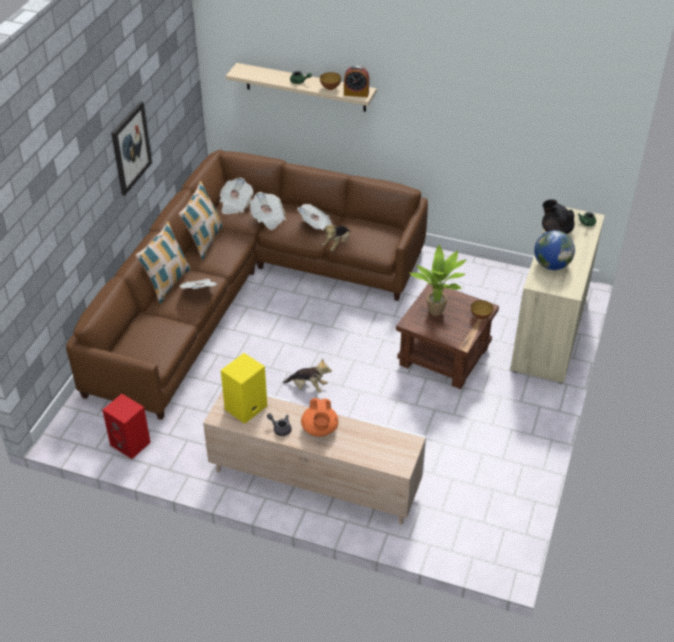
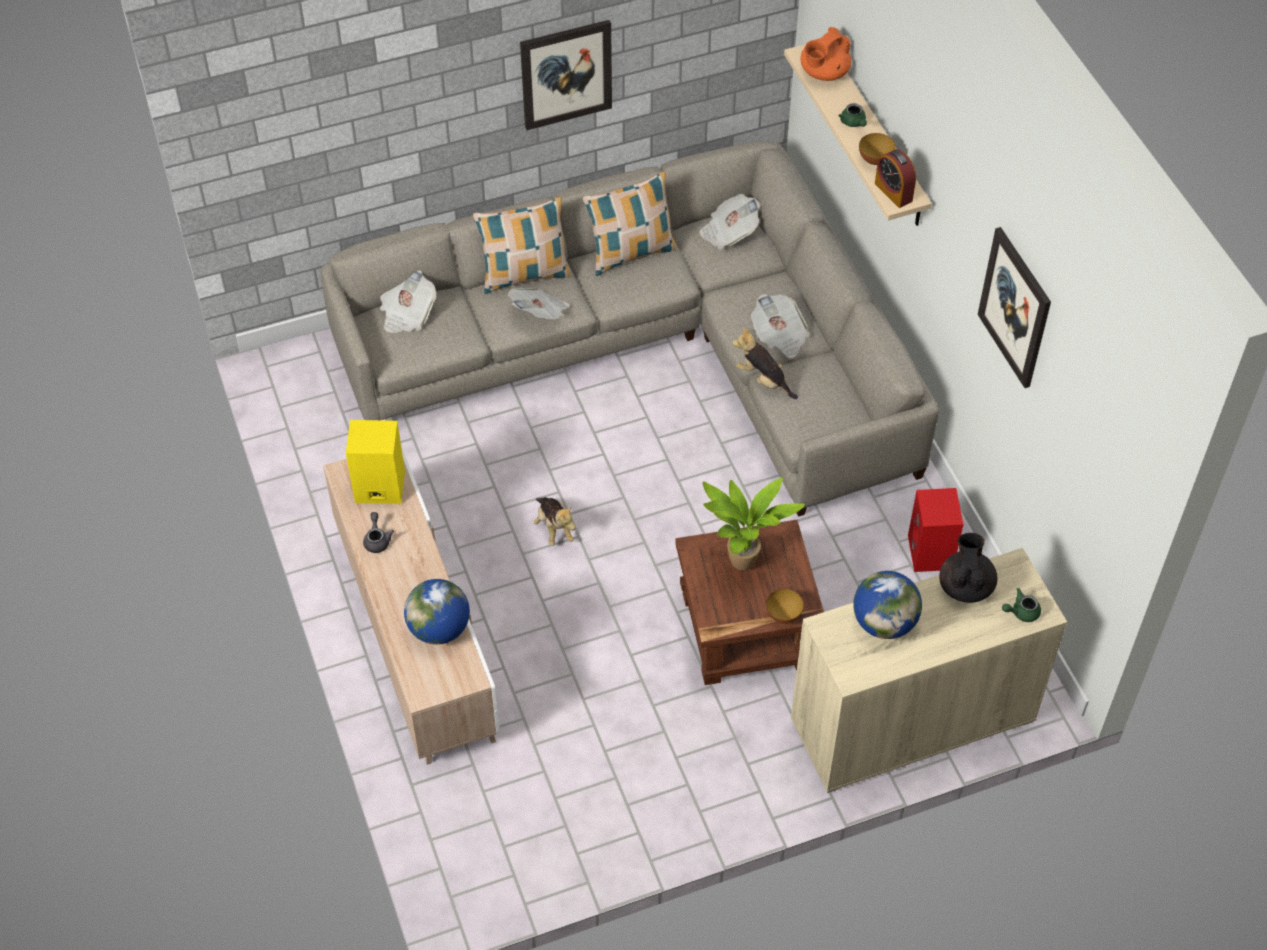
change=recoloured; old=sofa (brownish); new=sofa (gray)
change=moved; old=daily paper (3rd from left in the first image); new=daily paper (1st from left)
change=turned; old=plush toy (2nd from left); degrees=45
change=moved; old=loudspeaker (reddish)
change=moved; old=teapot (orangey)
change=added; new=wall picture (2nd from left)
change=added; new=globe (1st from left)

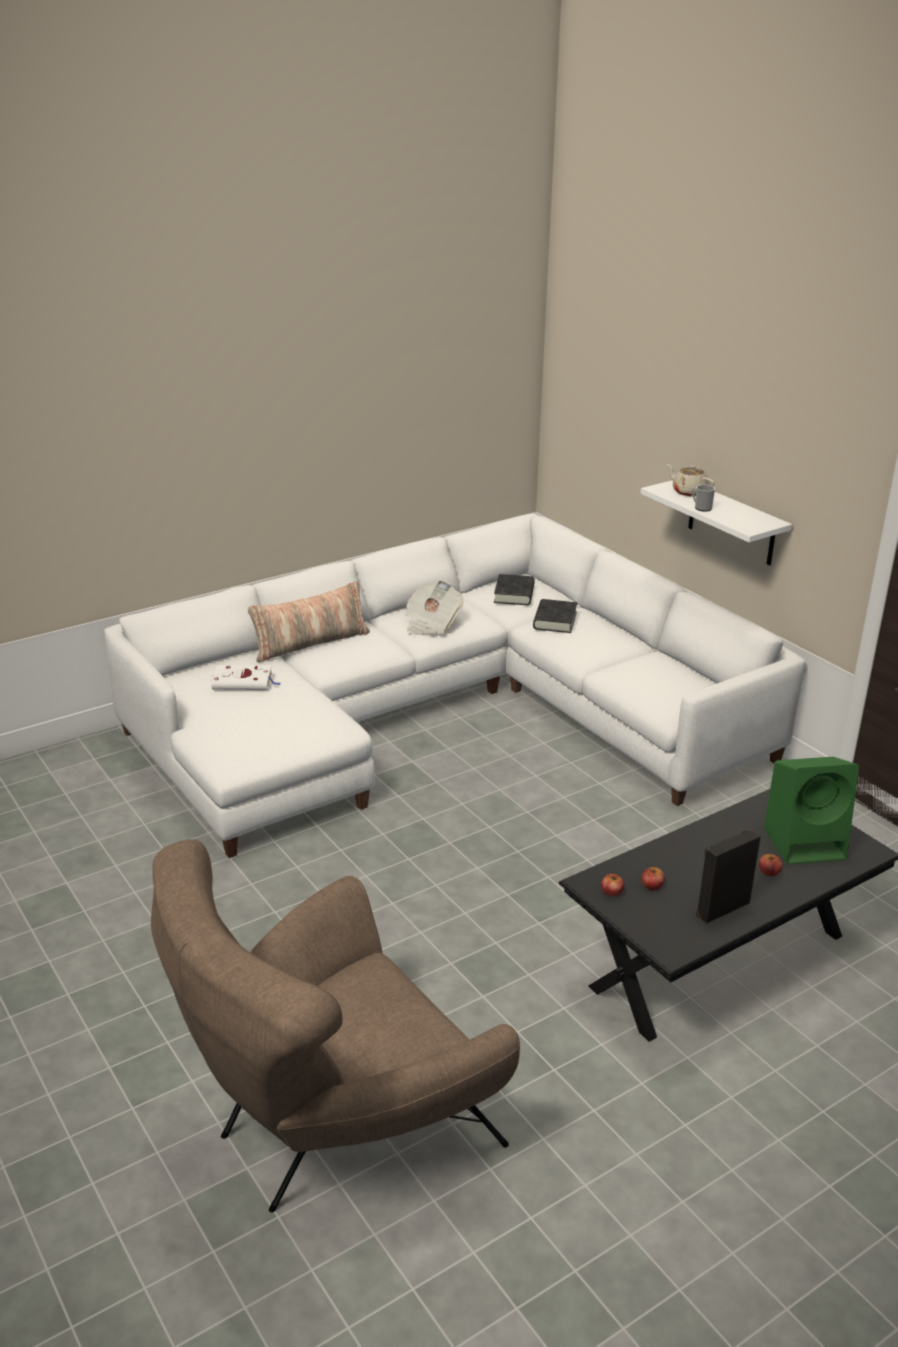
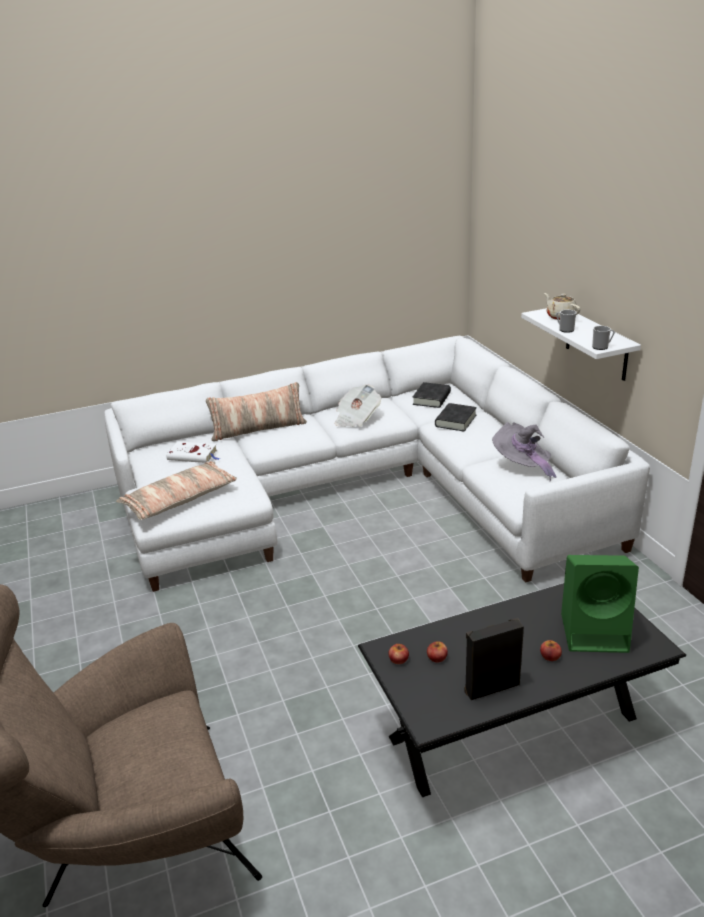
change=added; new=mug (2nd from left)
change=added; new=hat (gray)
change=added; new=pillow (1st from left)

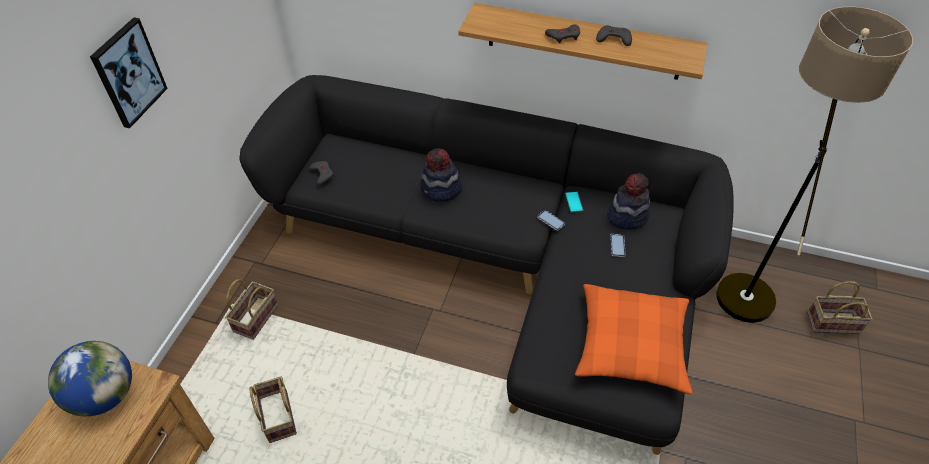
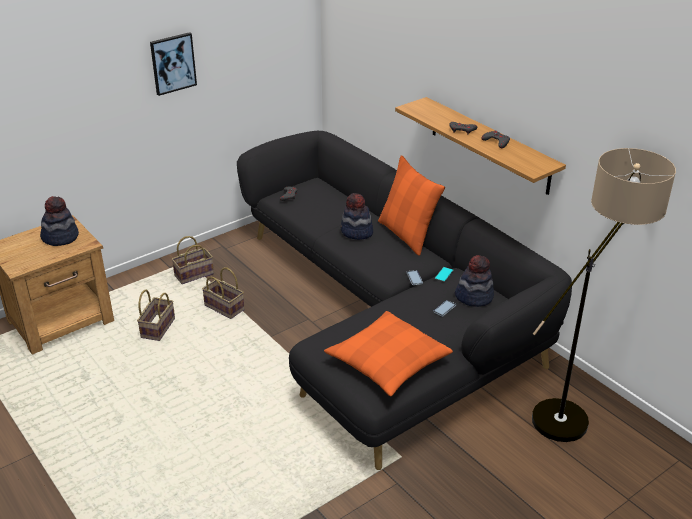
change=moved; old=basket (3rd from left)
change=replaced; old=globe; new=hat (1st from left)
change=added; new=pillow (orangey) (2nd from left)

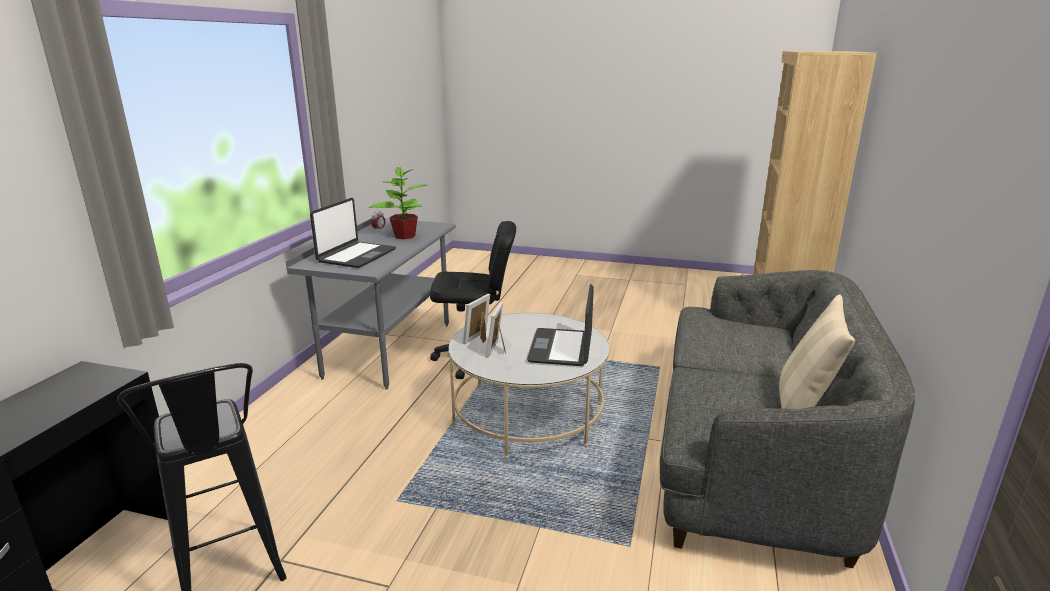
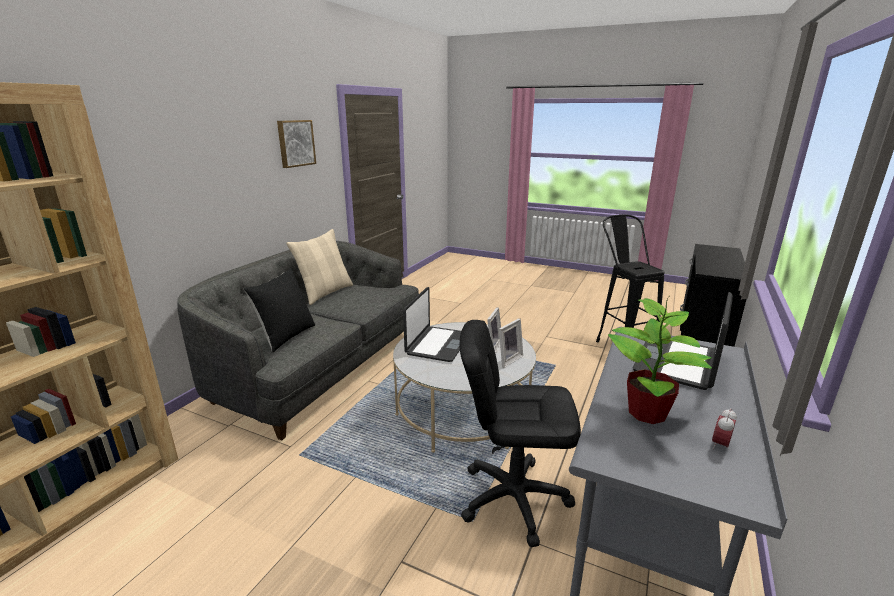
change=added; new=wall picture
change=added; new=pillow (black)

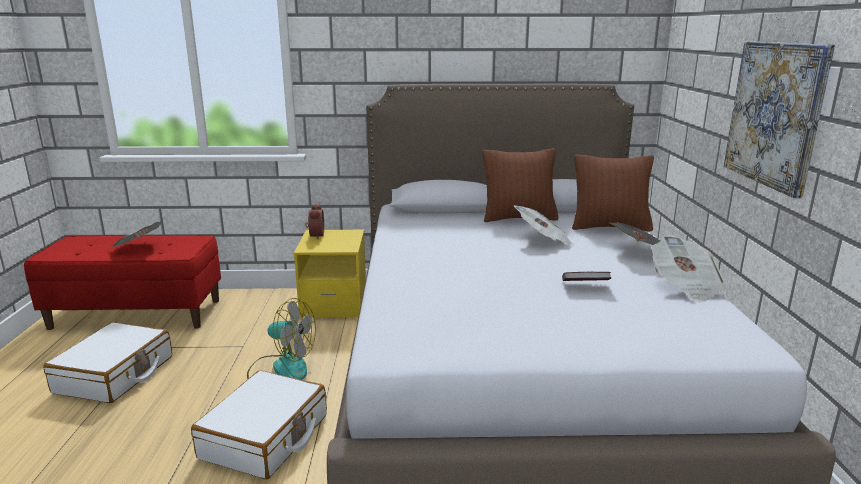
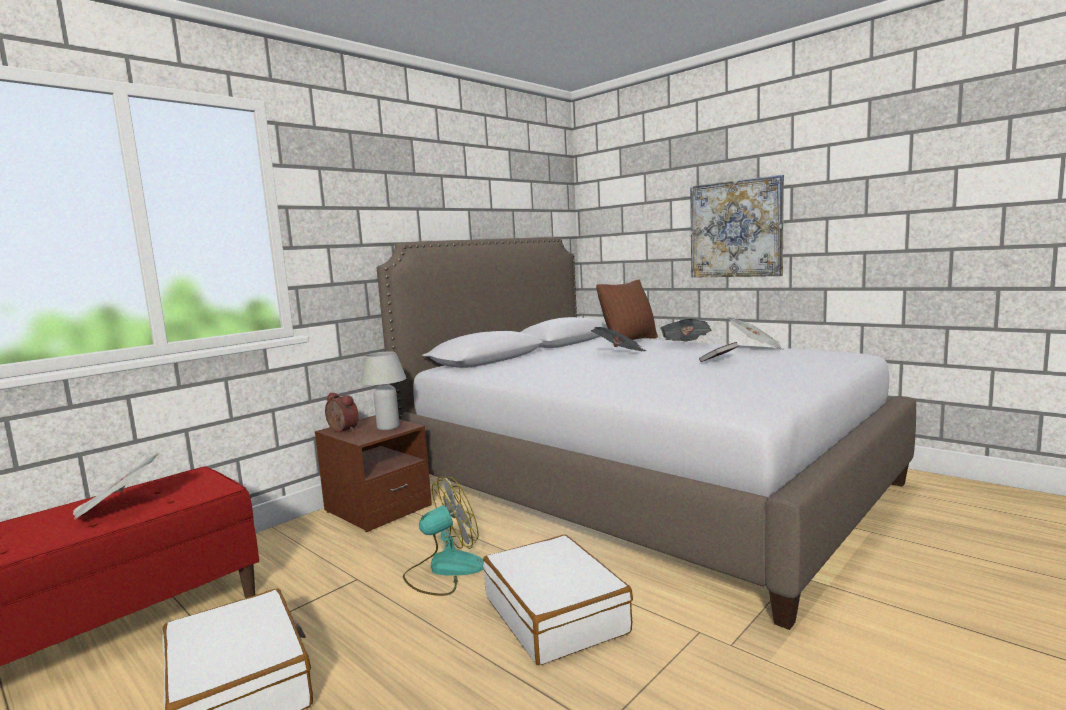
change=removed; old=pillow (brownish) (1st from left)
change=recoloured; old=nightstand (yellow); new=nightstand (brownish)
change=added; new=tabletop lamp (whitish)

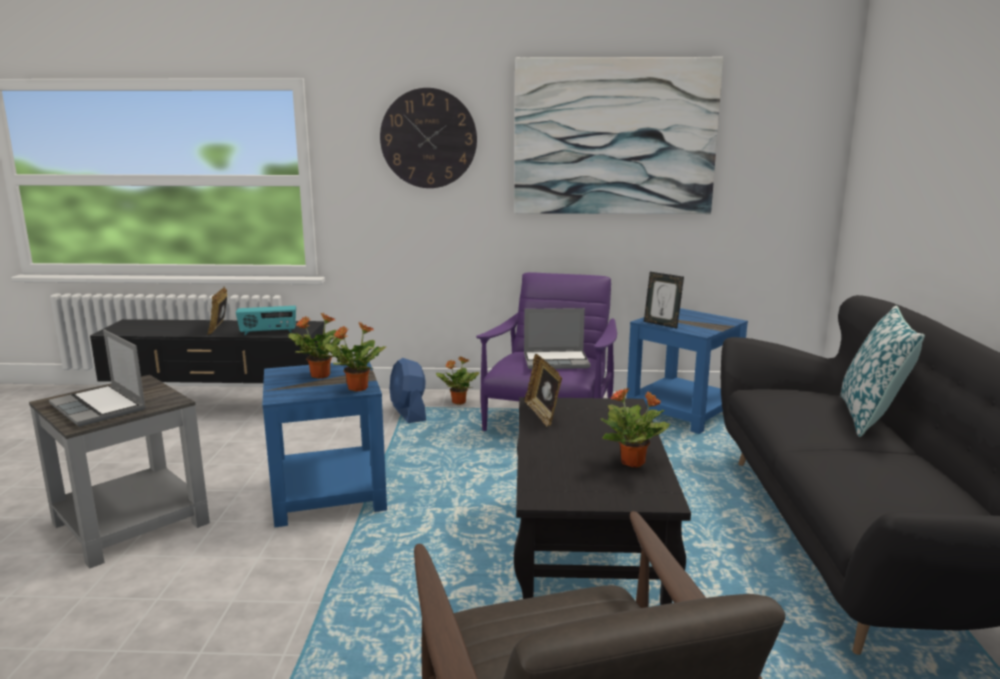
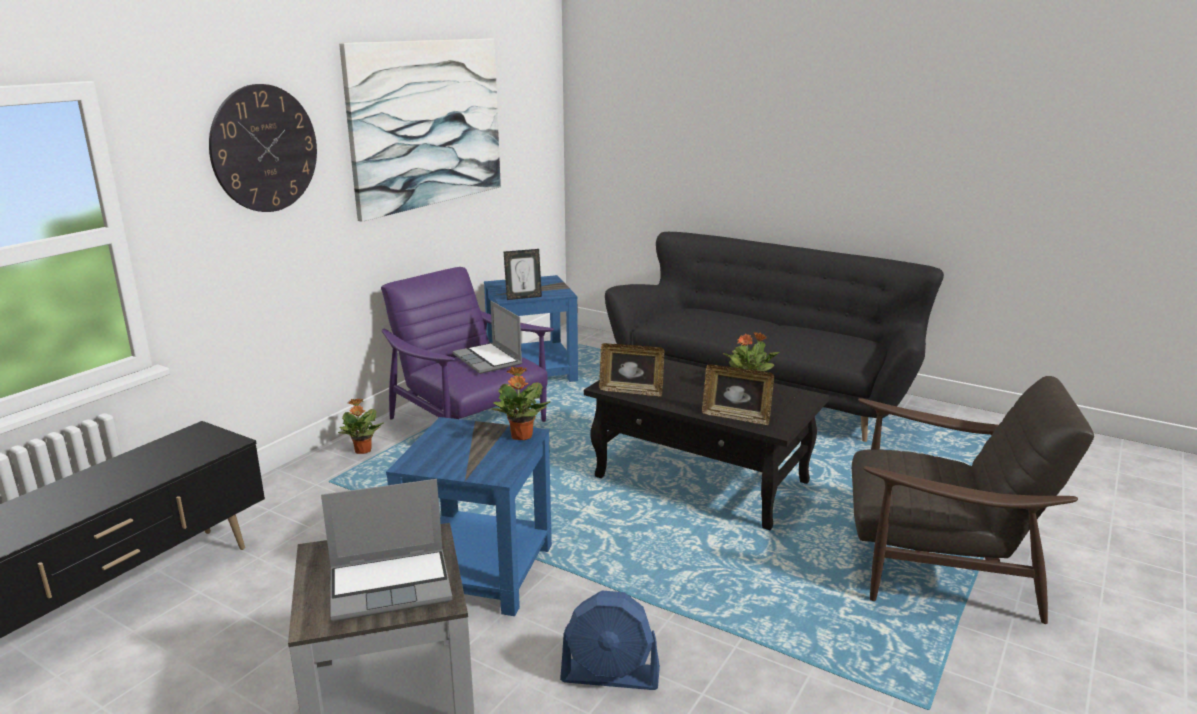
change=moved; old=standing frame (1st from left in the first image); new=standing frame (3rd from left)
change=removed; old=radio receiver
change=removed; old=pillow
change=turned; old=laptop (2nd from left); degrees=120
change=removed; old=plant in a pot (1st from left)
change=moved; old=fan (bluish)

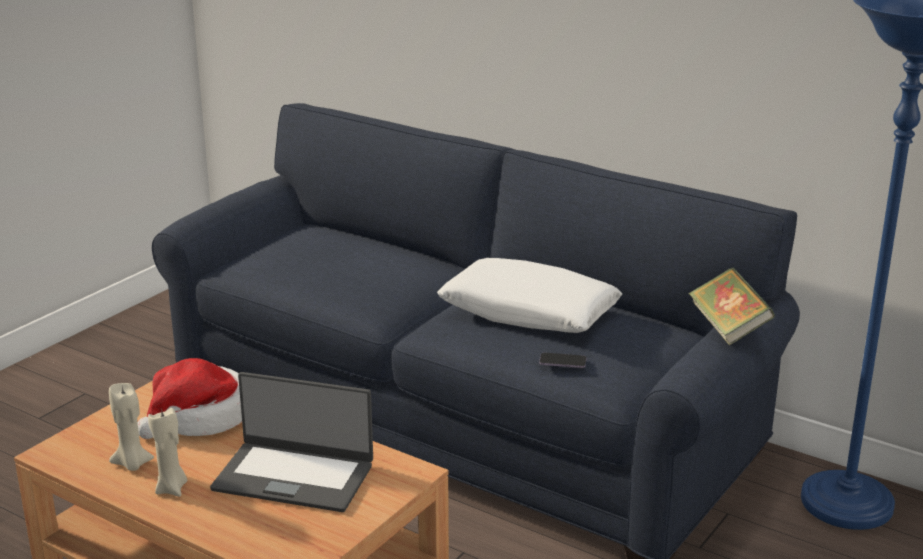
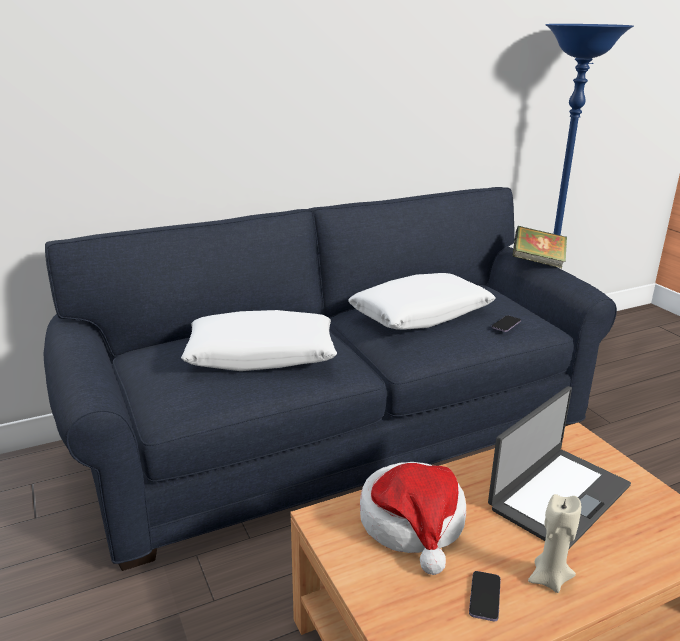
change=replaced; old=wax light (sand-coloured) (1st from left); new=phone (1st from left)
change=added; new=pillow (whitish) (1st from left)

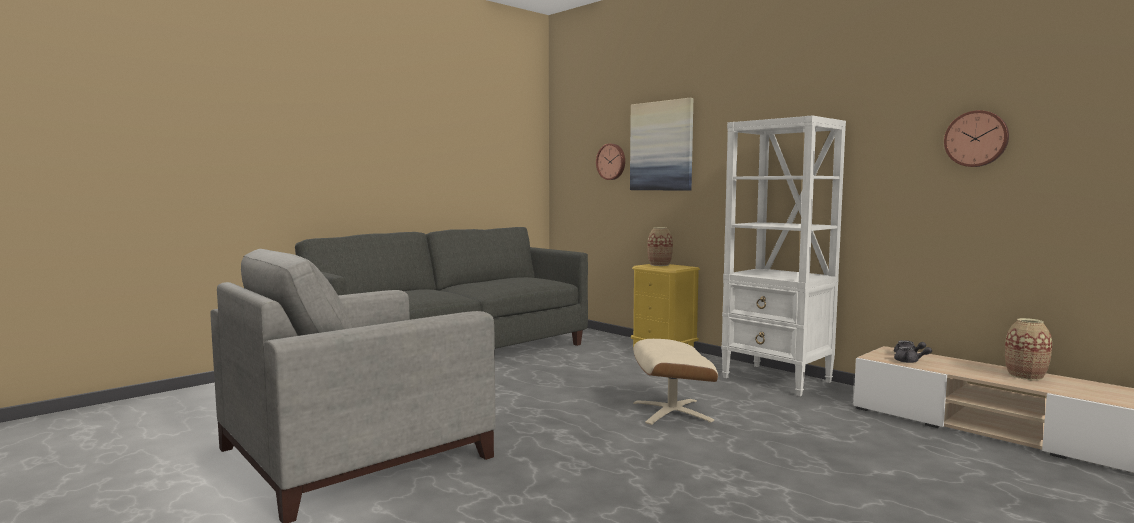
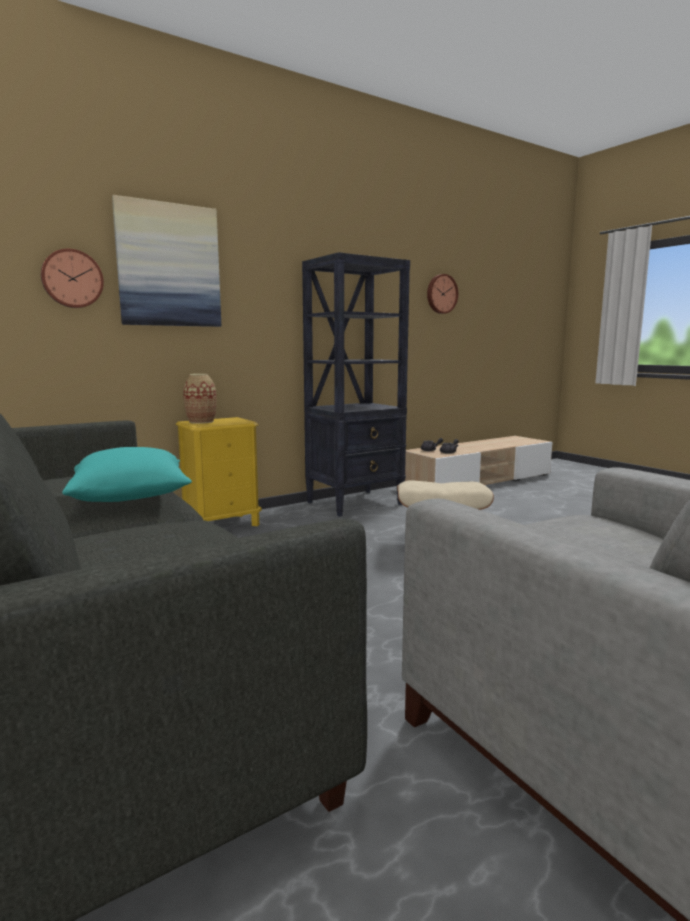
change=recoloured; old=shelving unit (whitish); new=shelving unit (black)
change=removed; old=flower vase (2nd from left)
change=added; new=pillow (turquoise-coloured)

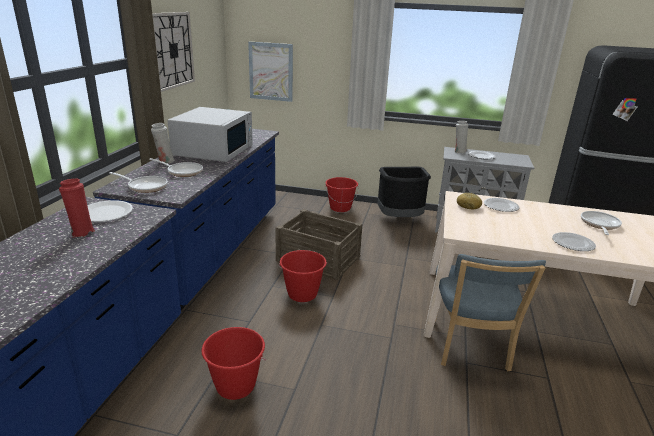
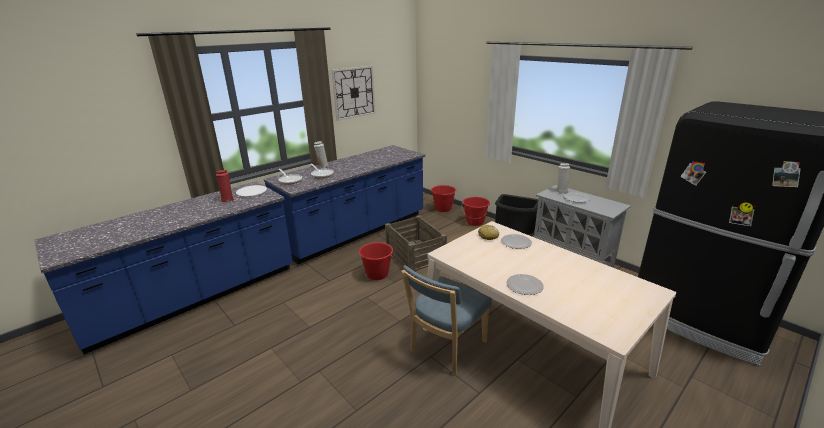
change=removed; old=wall picture
change=removed; old=microwave oven (whitish)
change=removed; old=frying pan (3rd from left)
change=moved; old=bucket (reddish) (1st from left in the first image); new=bucket (reddish) (2nd from left)

